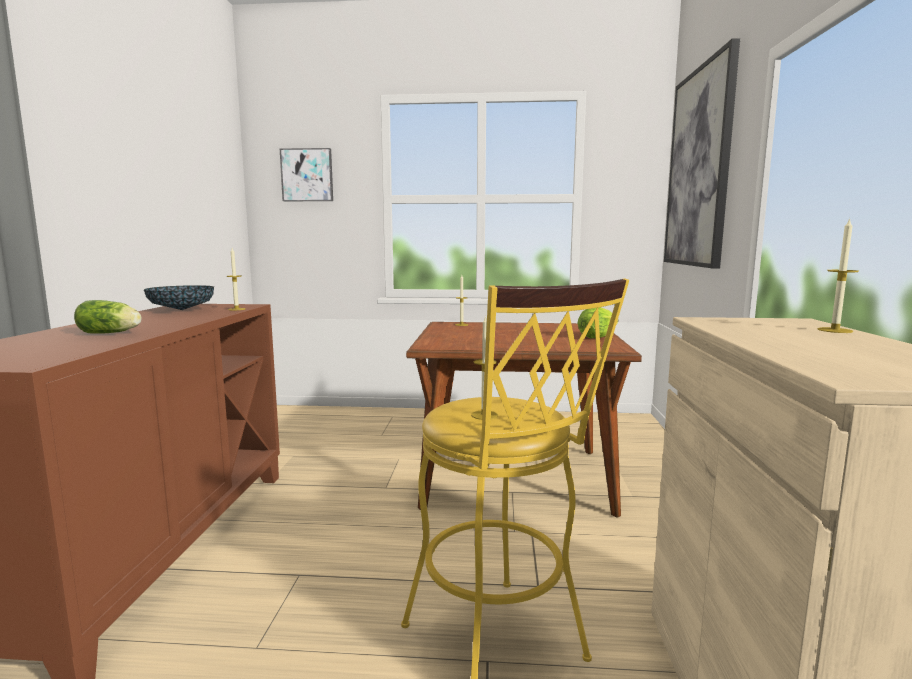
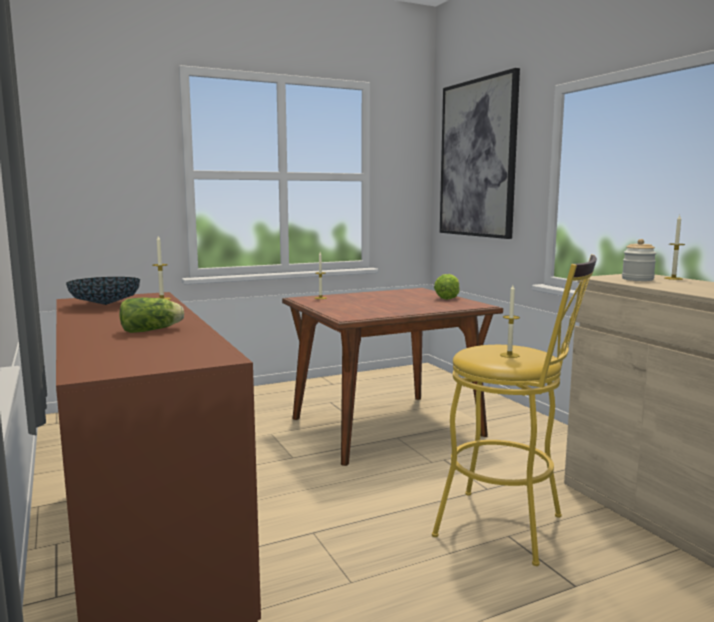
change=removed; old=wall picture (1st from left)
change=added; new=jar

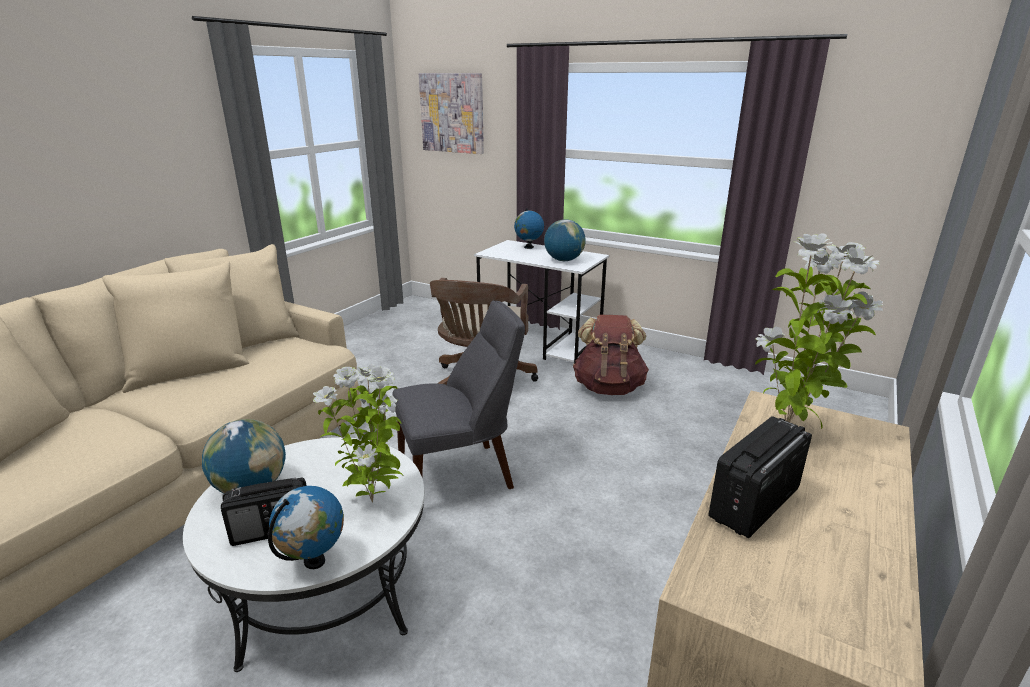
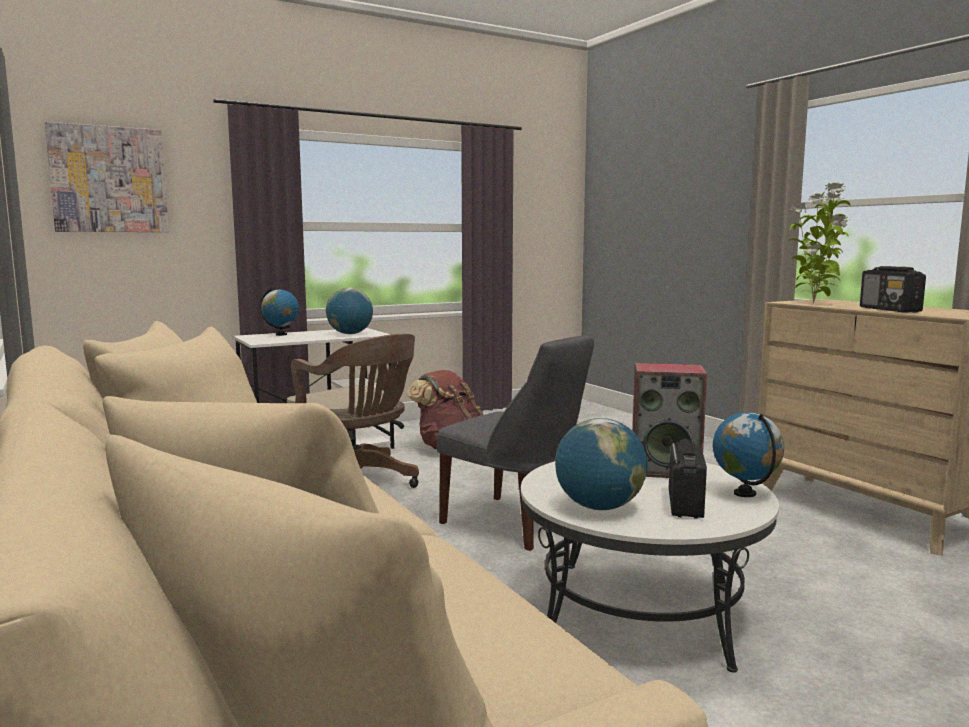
change=turned; old=plain chair (gray); degrees=120
change=replaced; old=plant in a pot (1st from left); new=loudspeaker

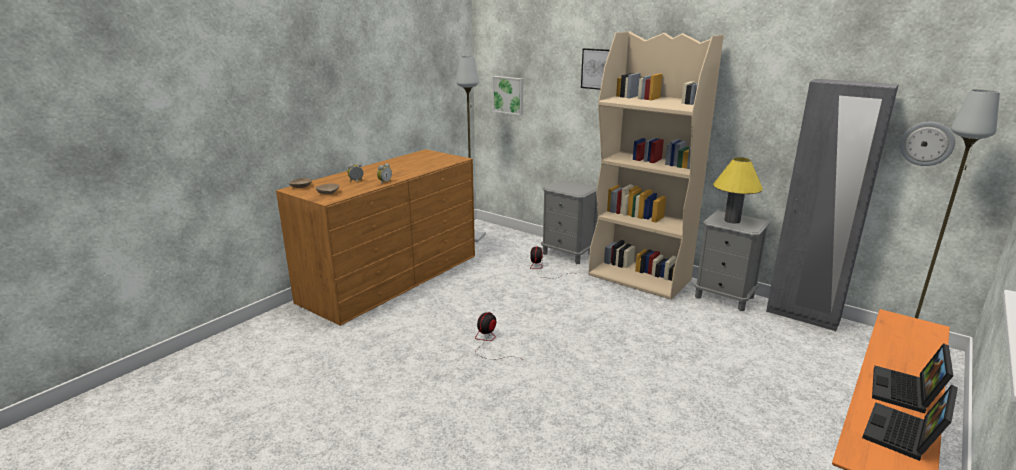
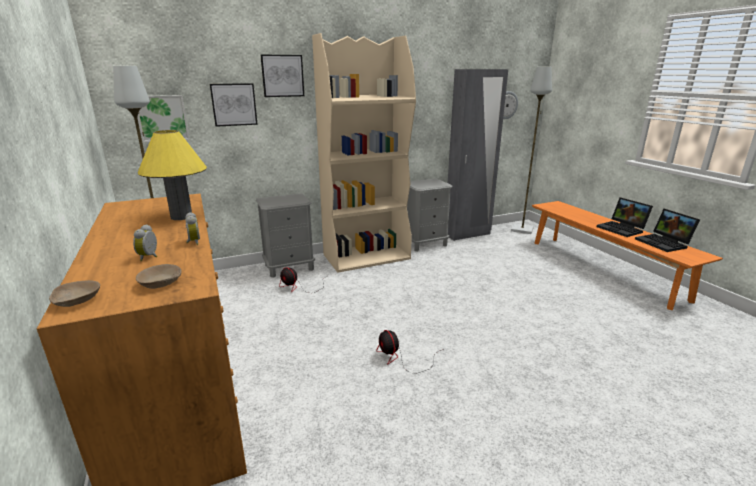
change=moved; old=tabletop lamp (yellow)
change=added; new=wall picture (2nd from left)

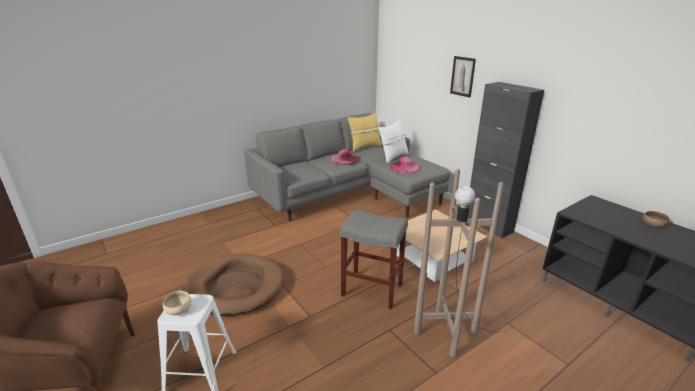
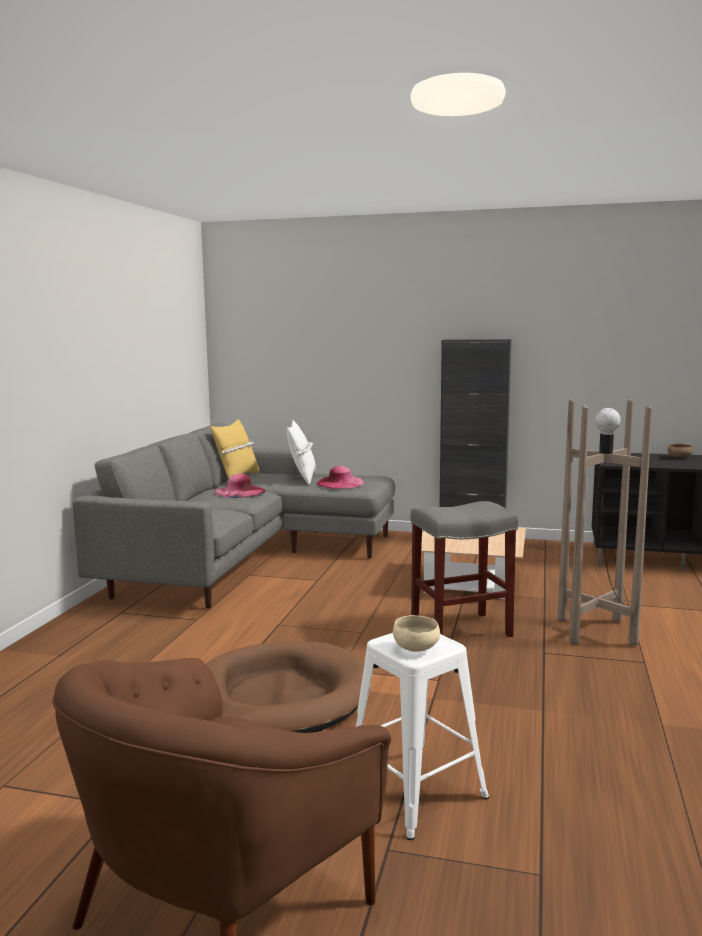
change=removed; old=wall picture

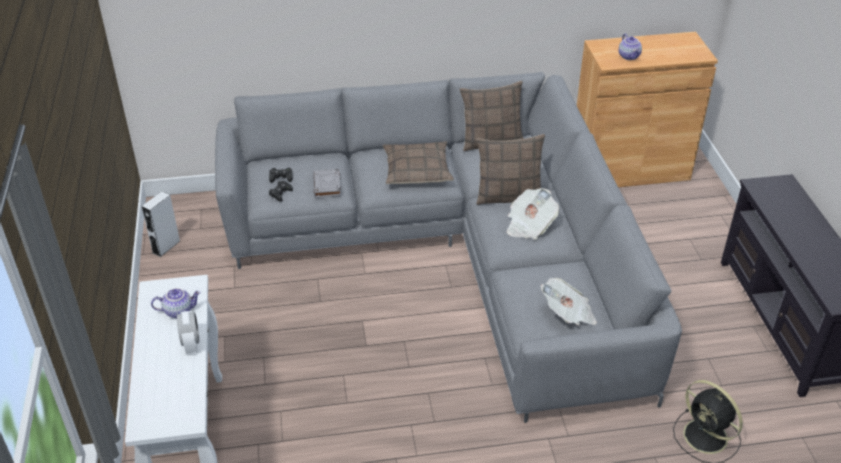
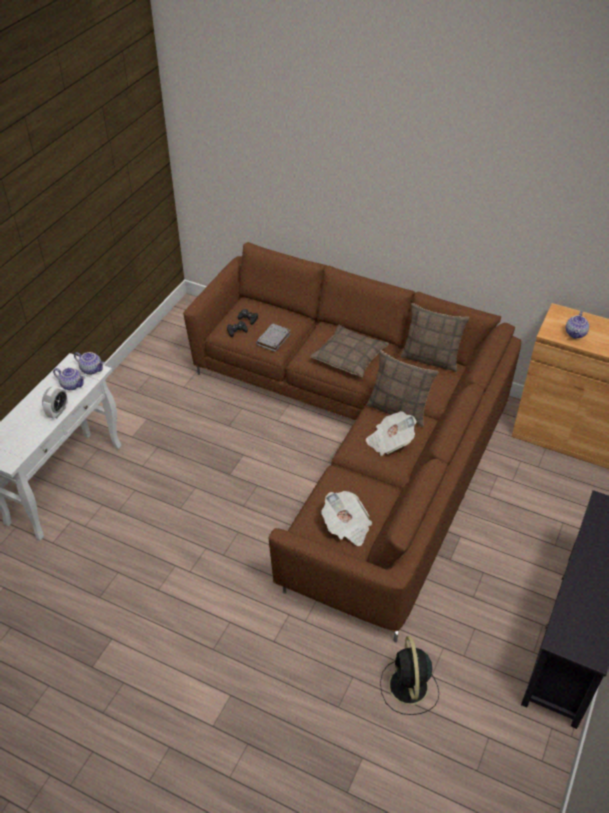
change=recoloured; old=sofa (gray); new=sofa (brownish)
change=removed; old=loudspeaker (gray)
change=added; new=teapot (2nd from left)

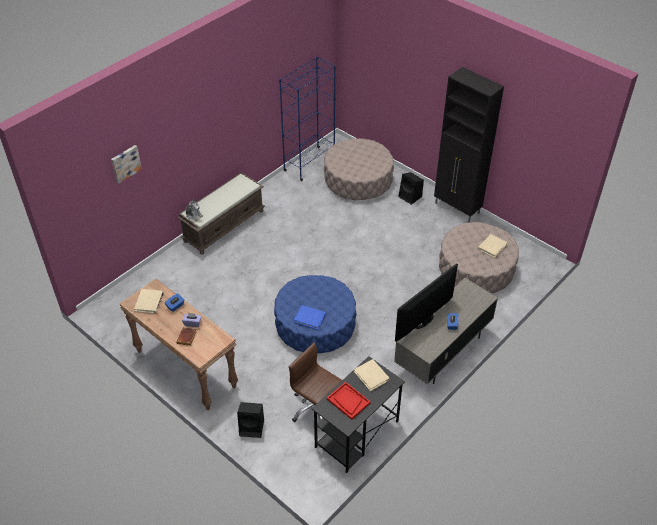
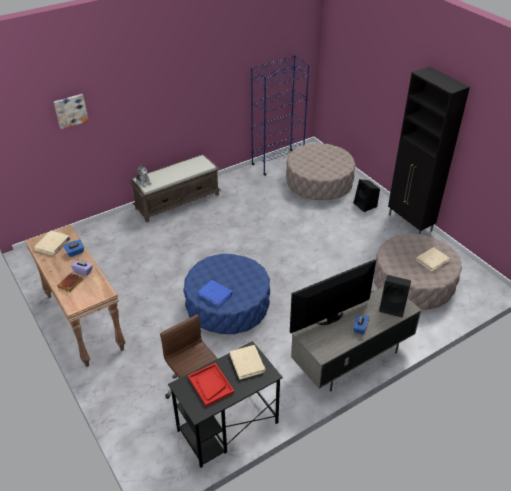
change=moved; old=loudspeaker (black) (1st from left in the first image); new=loudspeaker (black) (2nd from left)

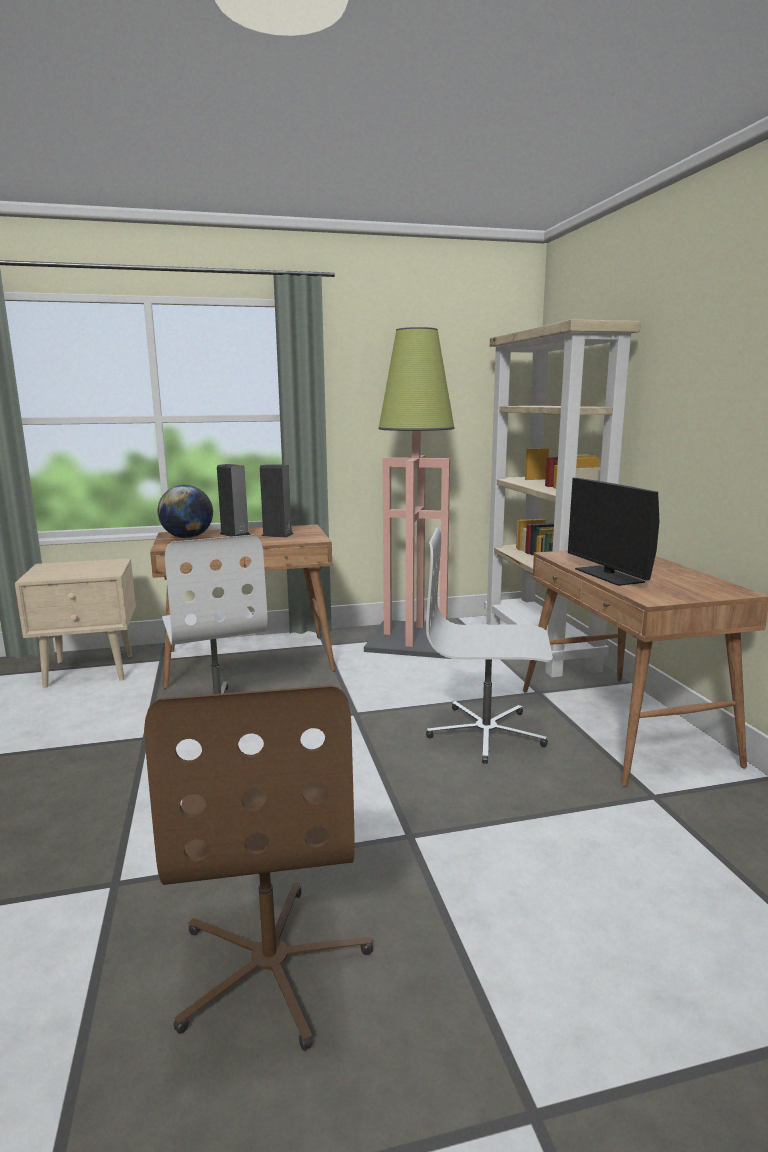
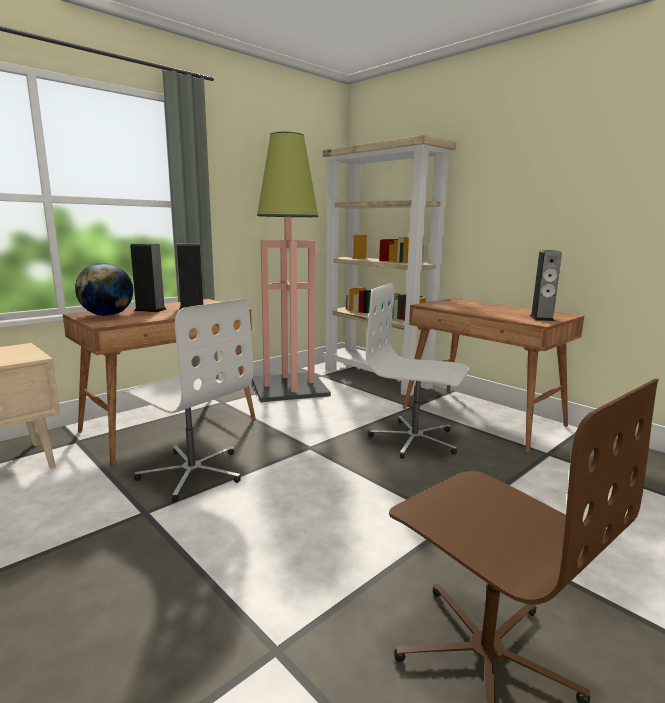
change=removed; old=computer display
change=turned; old=computer chair (whitish) (2nd from left); degrees=45
change=added; new=loudspeaker (3rd from left)

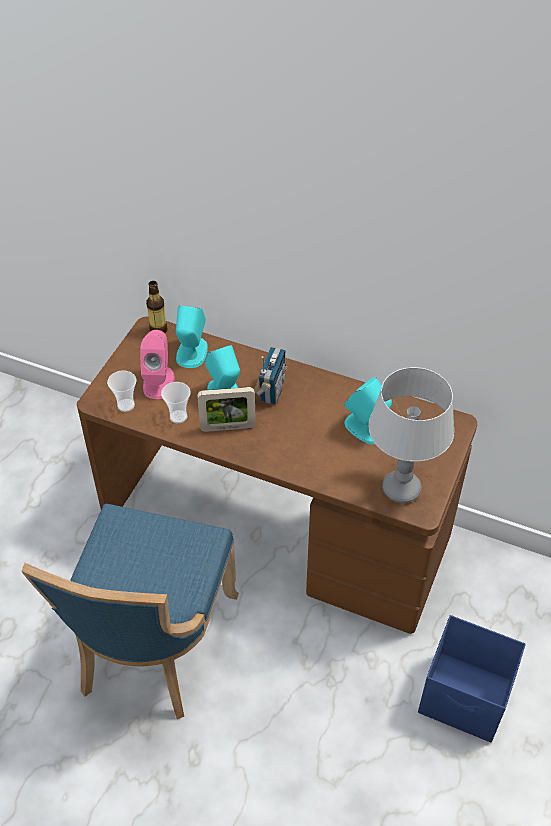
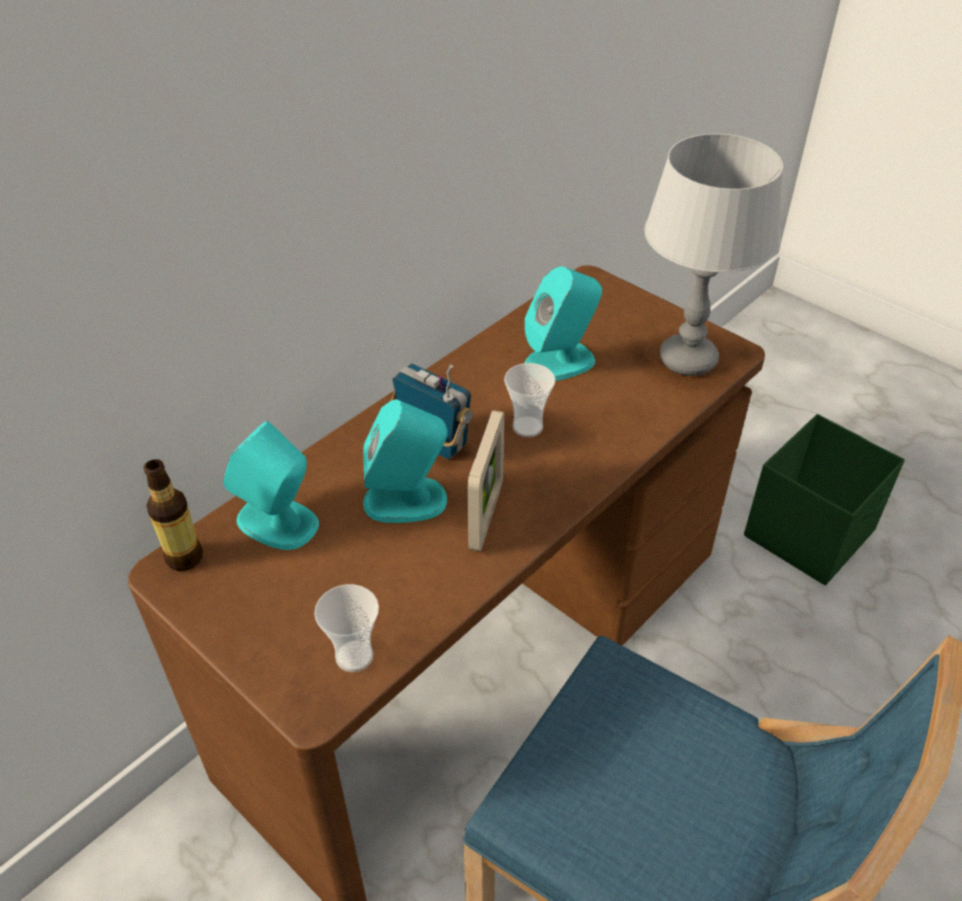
change=removed; old=loudspeaker (pink-coloured)
change=moved; old=cup (2nd from left)
change=recoloured; old=storage container (bluish); new=storage container (green-coloured)

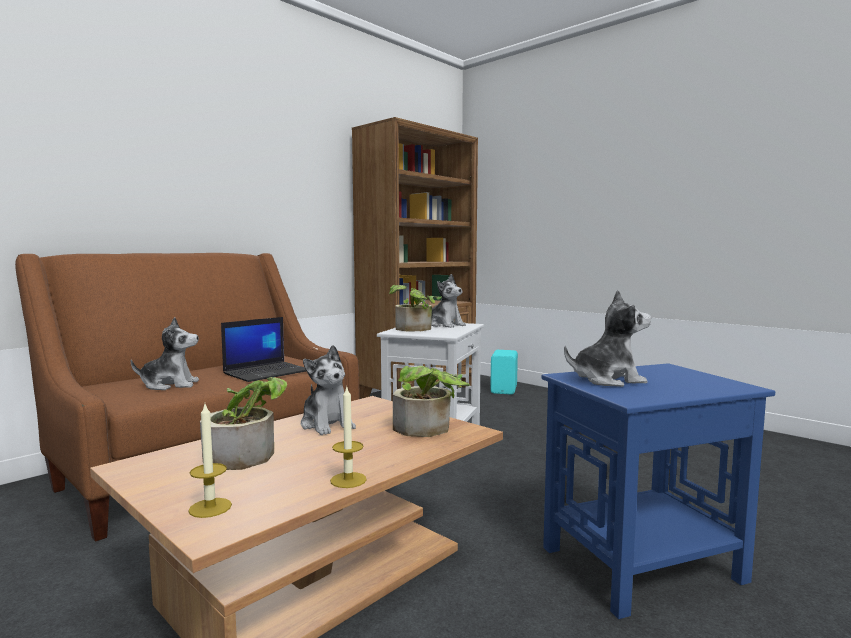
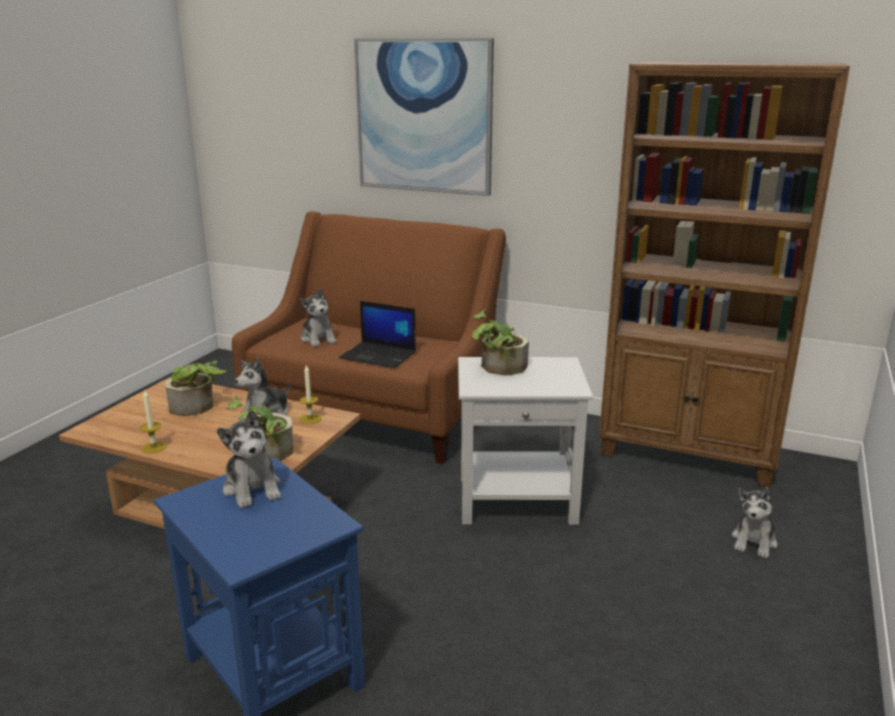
change=moved; old=plush toy (3rd from left in the first image); new=plush toy (4th from left)
change=removed; old=loudspeaker (turquoise-coloured)
change=moved; old=wax light (1st from left in the first image); new=wax light (2nd from left)
change=added; new=wall picture

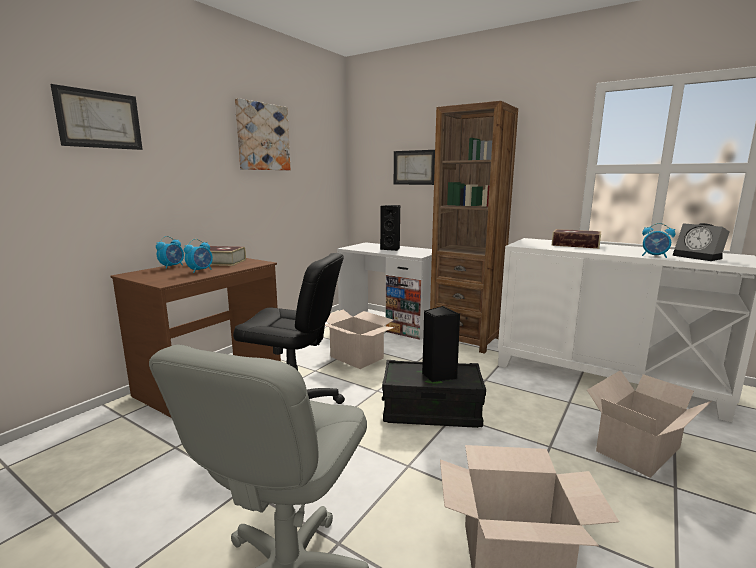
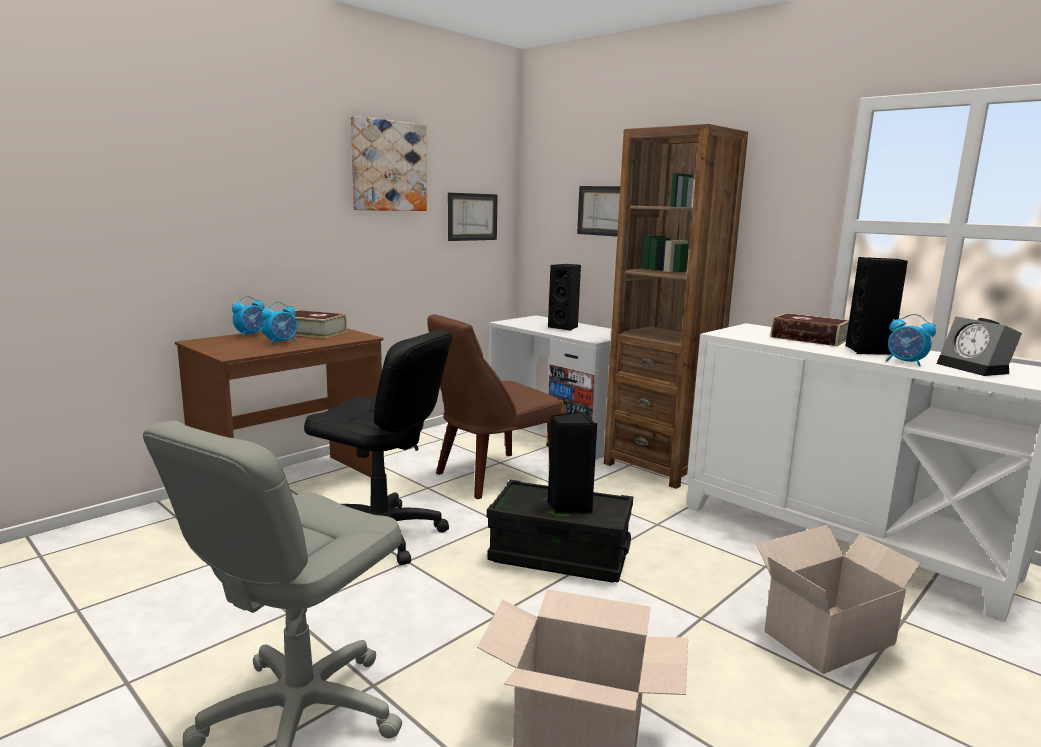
change=moved; old=wall picture (1st from left in the first image); new=wall picture (2nd from left)
change=replaced; old=packing box (1st from left); new=plain chair (brownish)
change=added; new=loudspeaker (black) (3rd from left)

